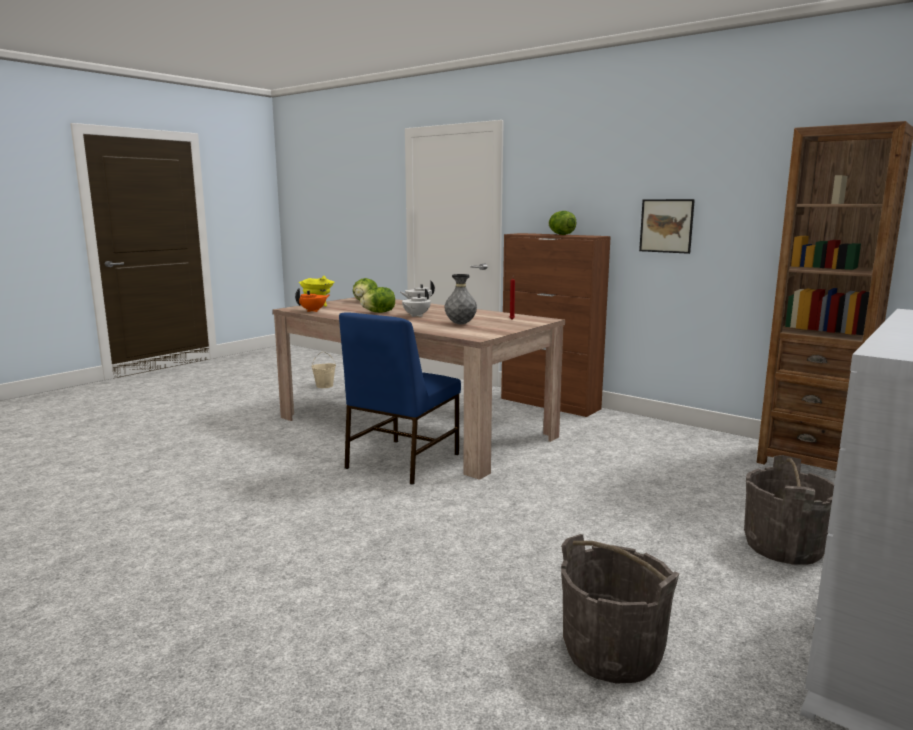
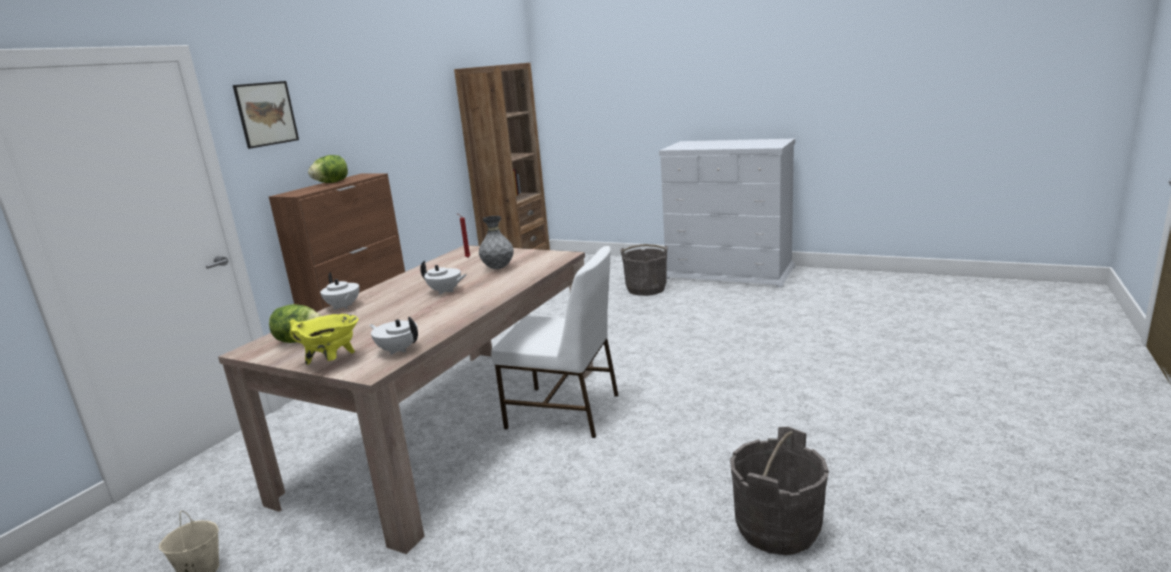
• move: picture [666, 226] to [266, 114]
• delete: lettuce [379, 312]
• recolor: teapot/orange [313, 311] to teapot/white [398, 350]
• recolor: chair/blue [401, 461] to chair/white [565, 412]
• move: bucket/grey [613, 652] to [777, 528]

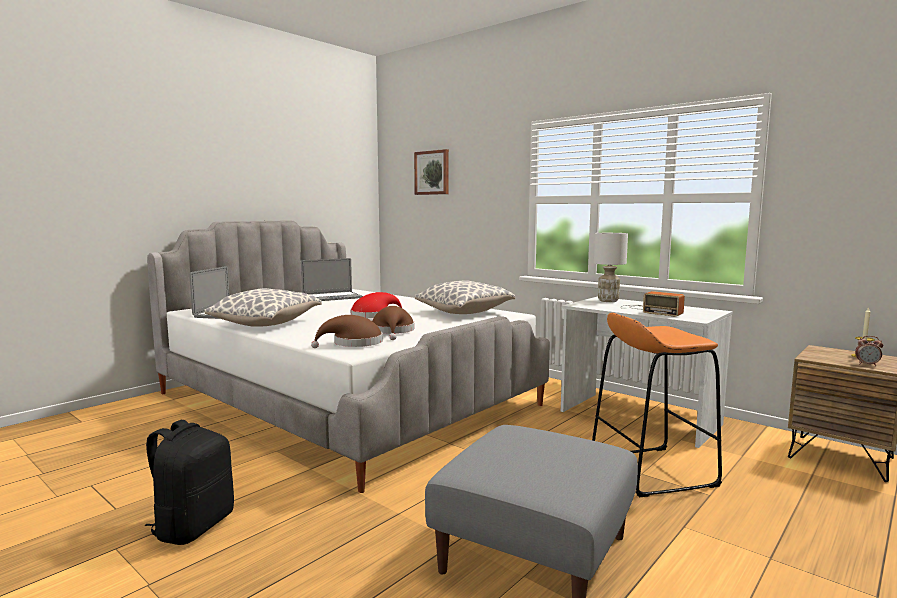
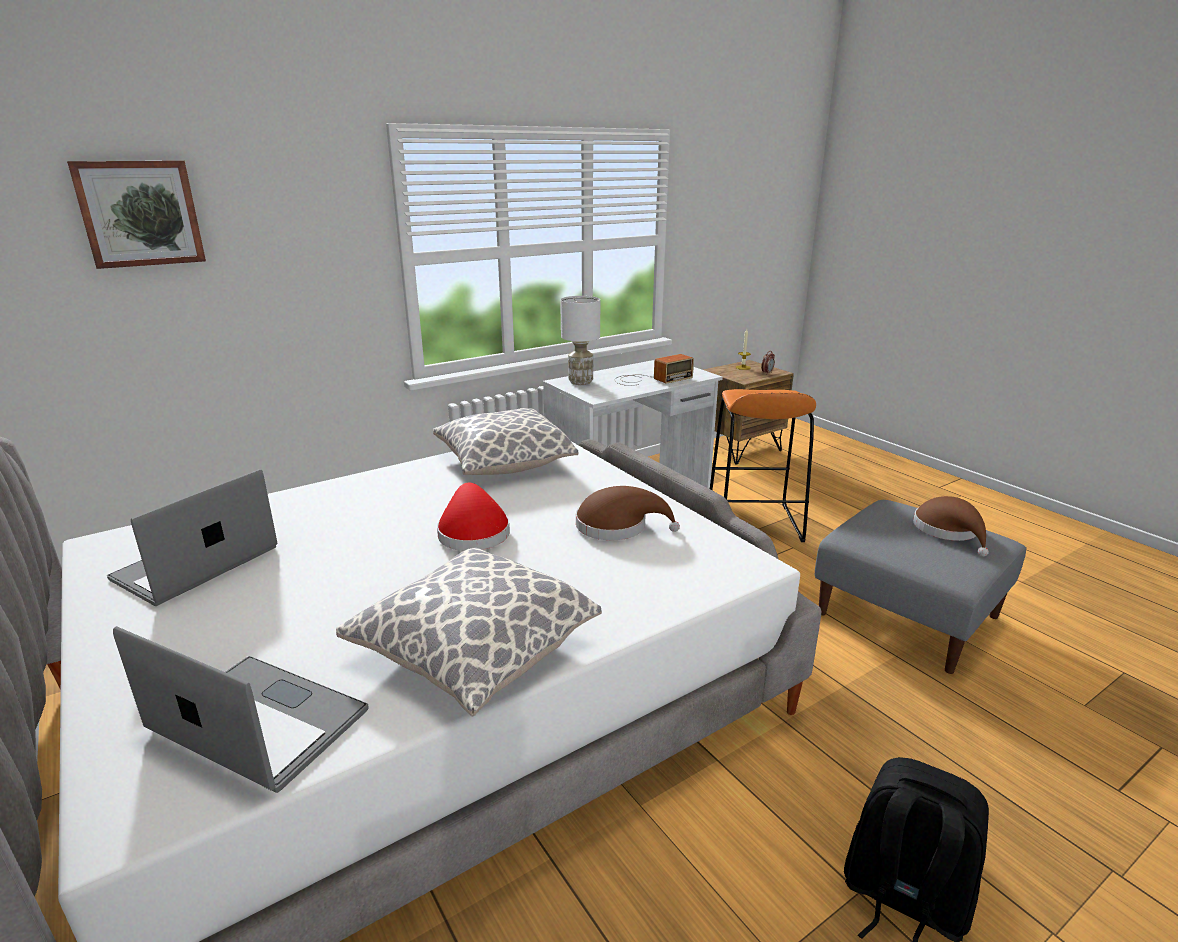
• rotate: laptop [332, 297] = [196, 563] 135 degrees counterclockwise
• move: hat/brown [353, 343] to [948, 531]

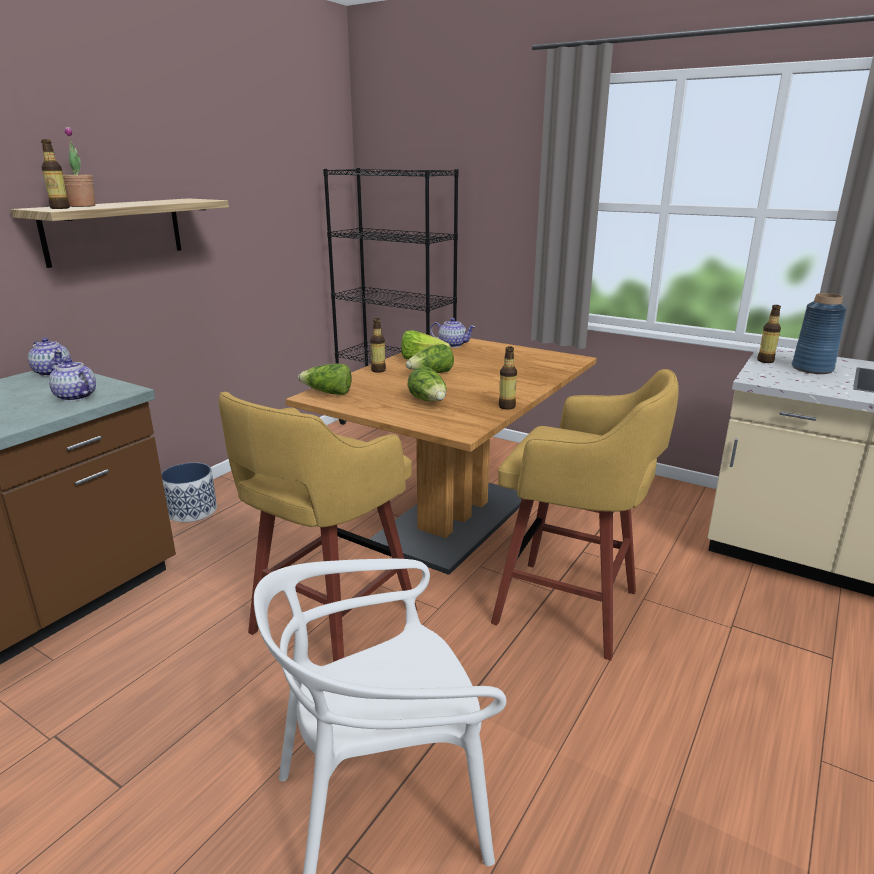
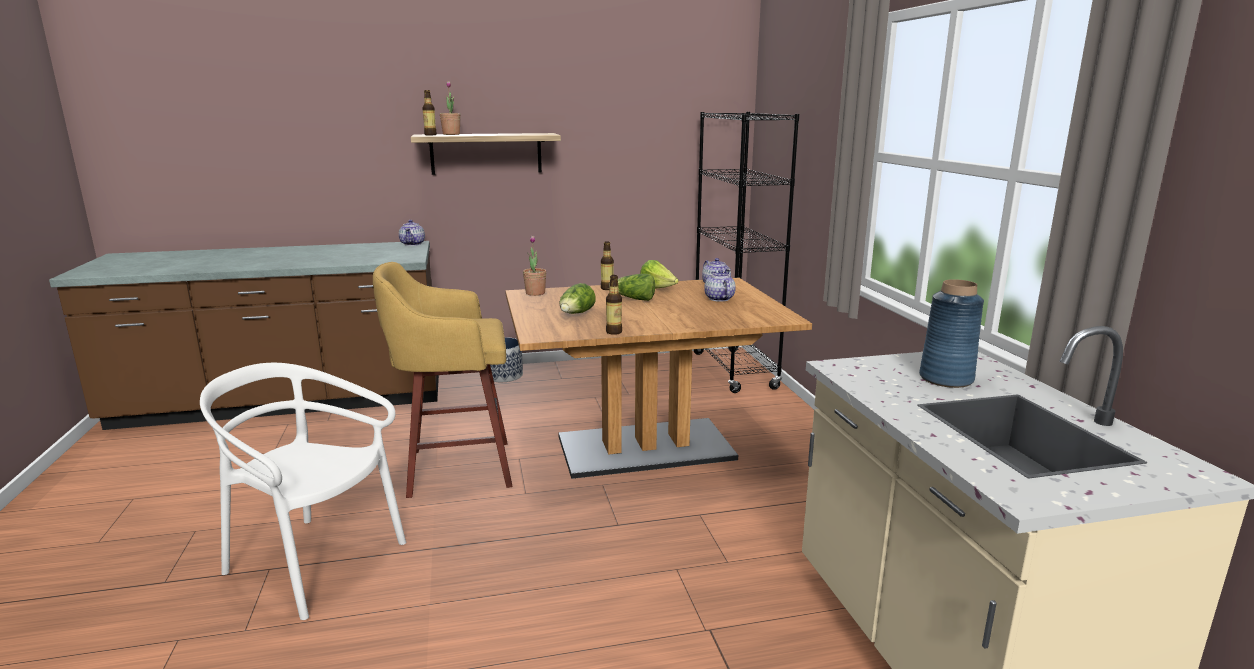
• delete: bottle [765, 361]
• move: teapot [75, 397] to [719, 299]
• replace: lettuce [327, 393] to potted plant [535, 293]
• delete: stool/yellow [571, 608]

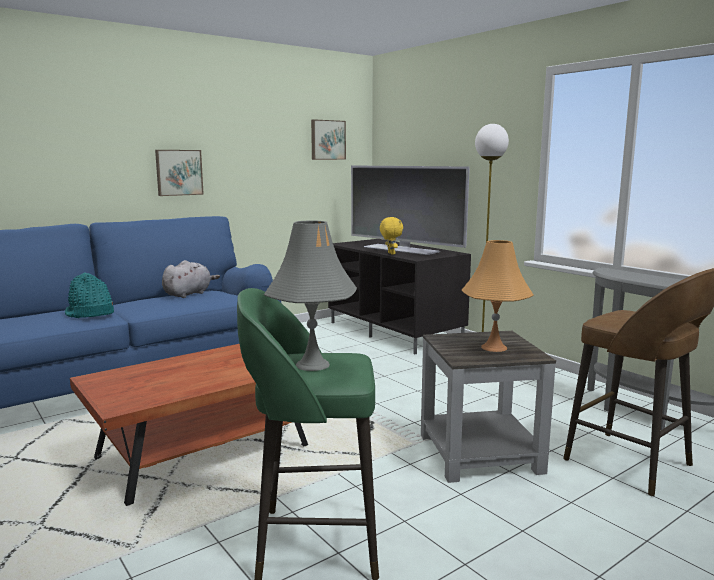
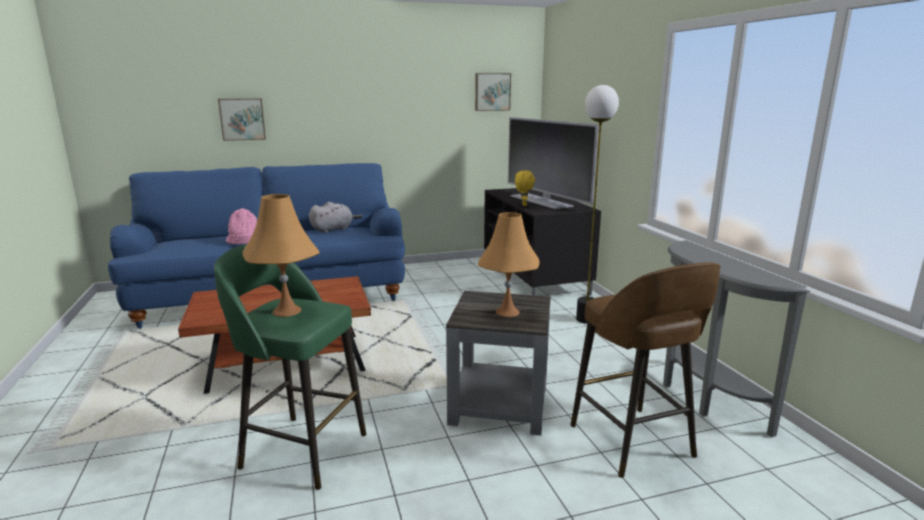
• move: picture [178, 172] to [242, 119]
• recolor: table lamp/grey [313, 364] to table lamp/orange [287, 311]
• recolor: hat/turquoise [90, 314] to hat/pink [244, 241]

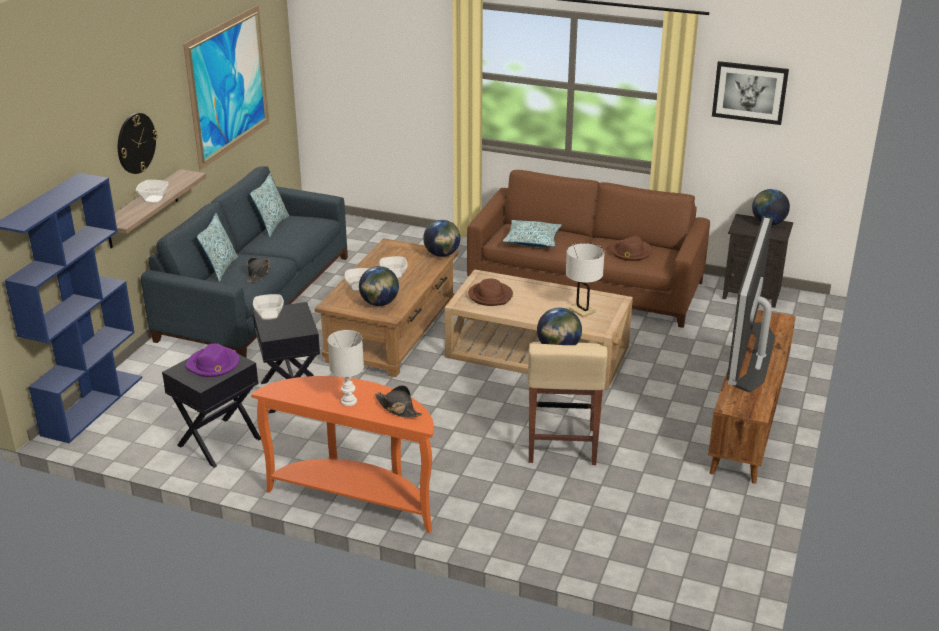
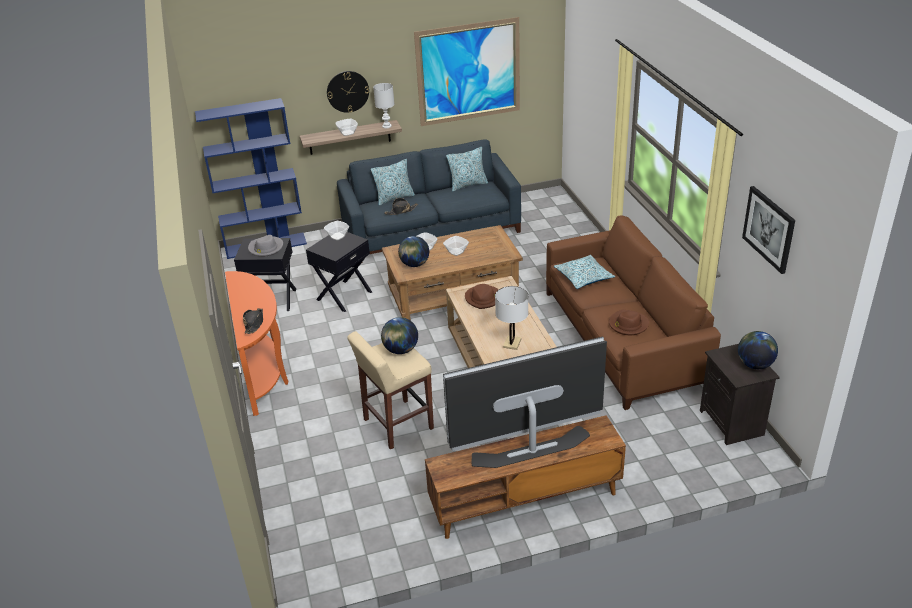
• delete: globe [442, 254]
• move: table lamp/white [348, 401] to [387, 126]
• recolor: hat/purple [213, 364] to hat/grey [265, 248]

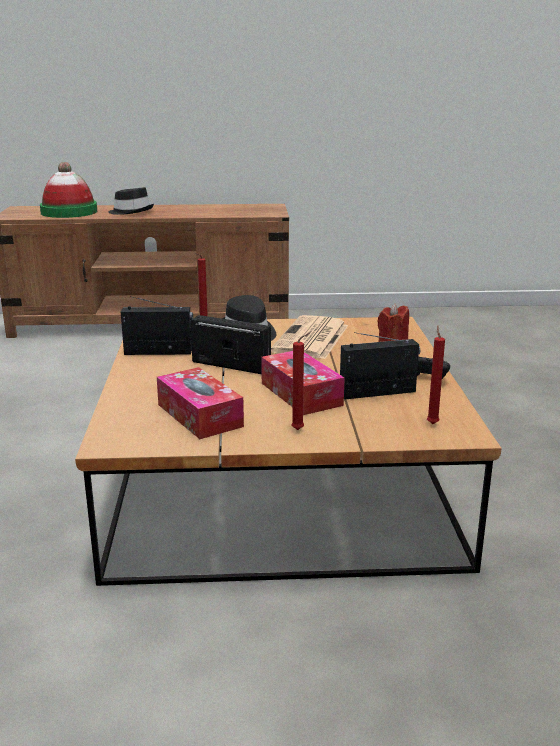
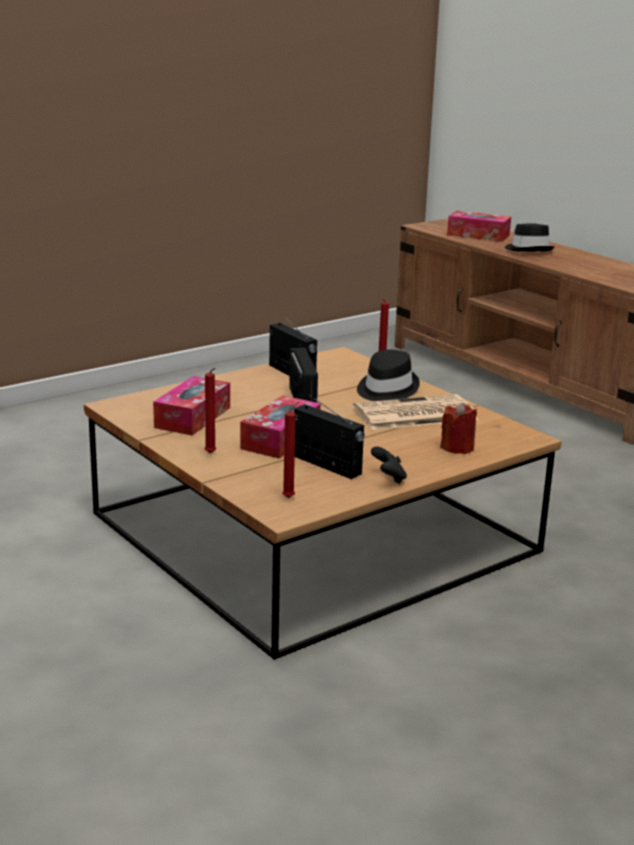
• replace: hat [69, 212] to tissue box [478, 235]

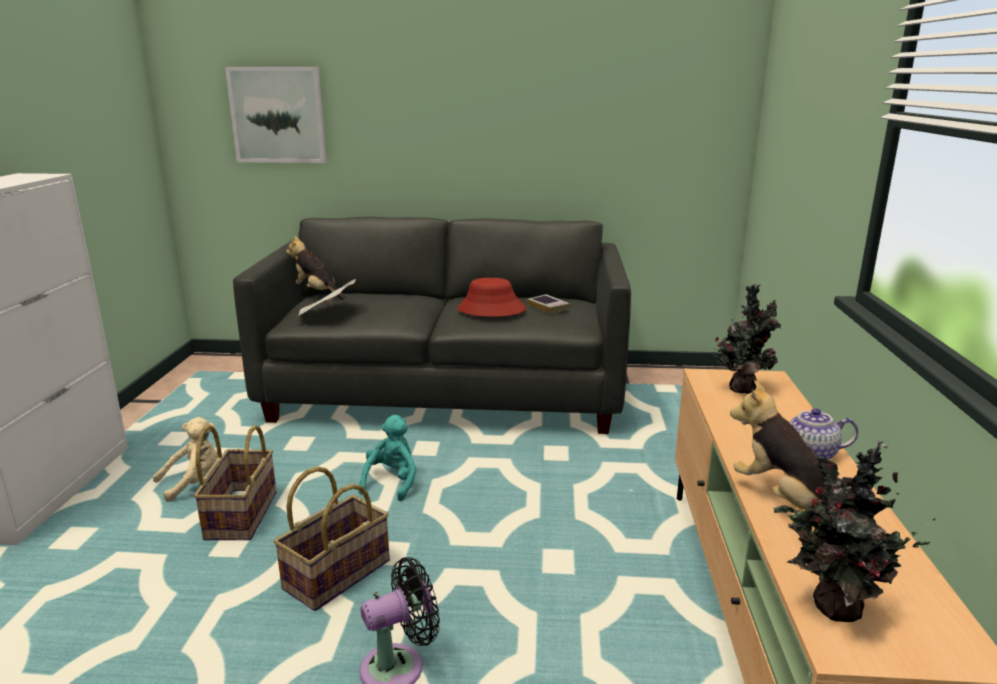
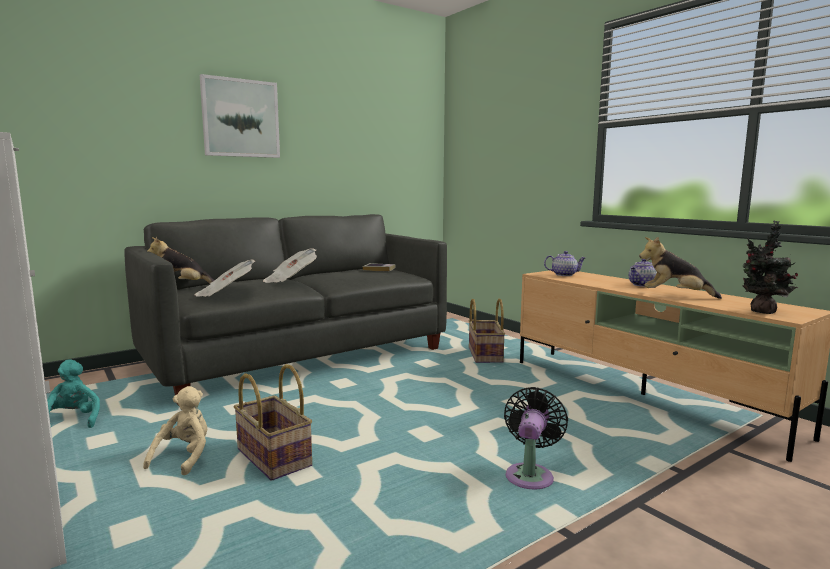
• move: picture [278, 115] to [240, 118]
• delete: hat/red [491, 309]
• replace: potted plant [742, 388] to teapot [564, 275]
• move: plush toy/turquoise [392, 482] to [72, 421]
• move: basket [336, 574] to [484, 355]
• insert: newspaper [290, 280]

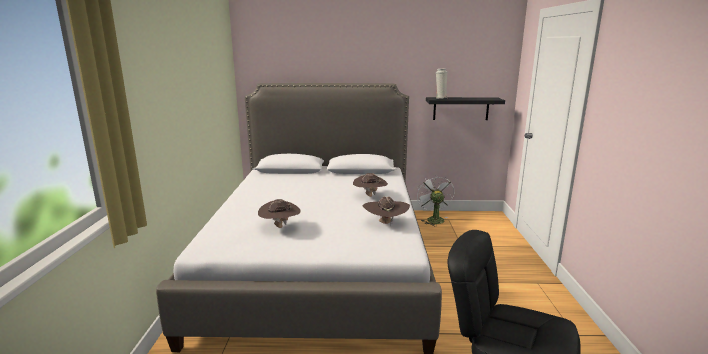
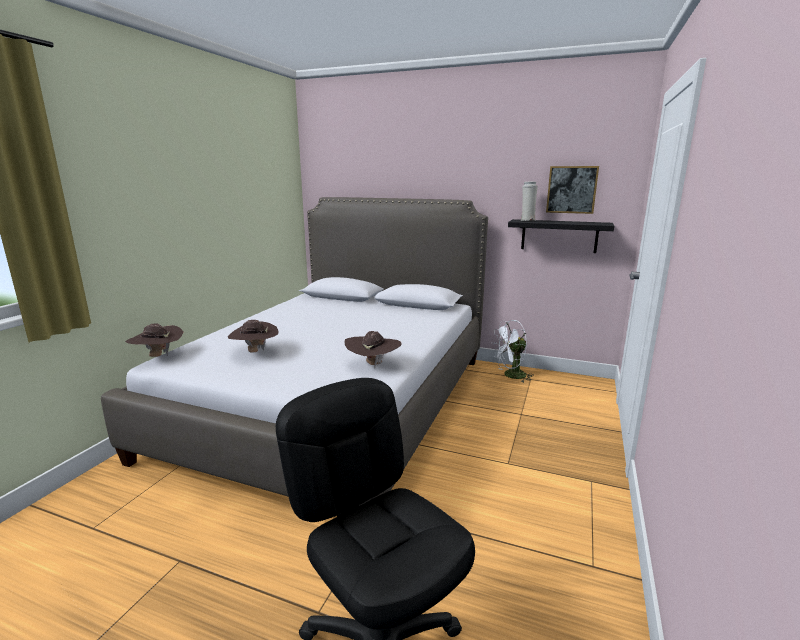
• move: hat/brown [370, 196] to [158, 356]
• rotate: fan/white [433, 219] = [511, 376] 120 degrees counterclockwise
• insert: picture [571, 189]

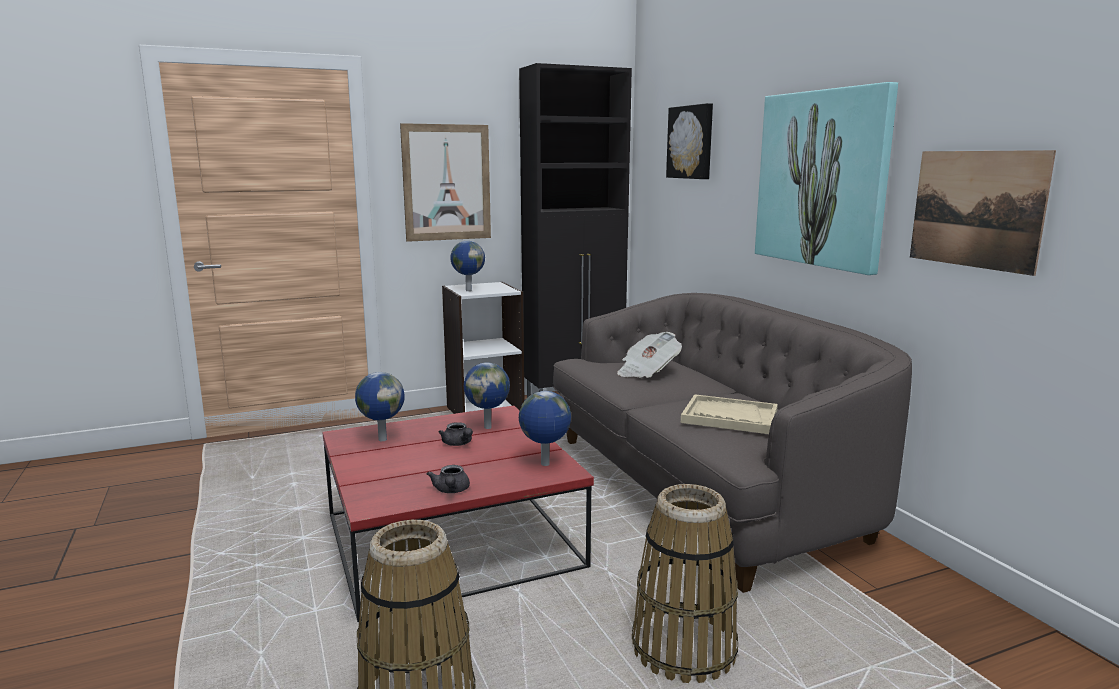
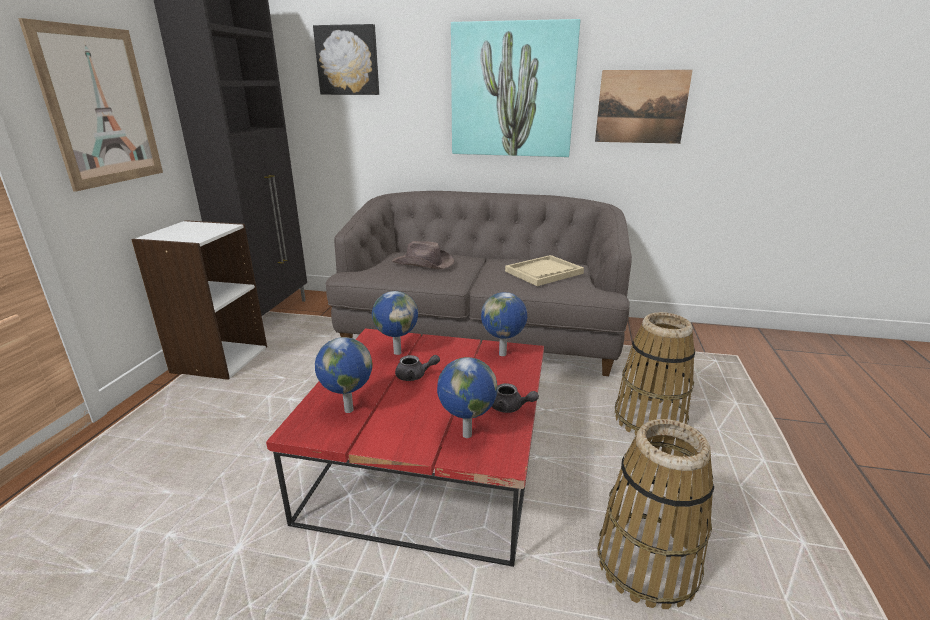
• move: globe [468, 290] to [465, 435]
• replace: newspaper [647, 372] to hat/brown [424, 263]

